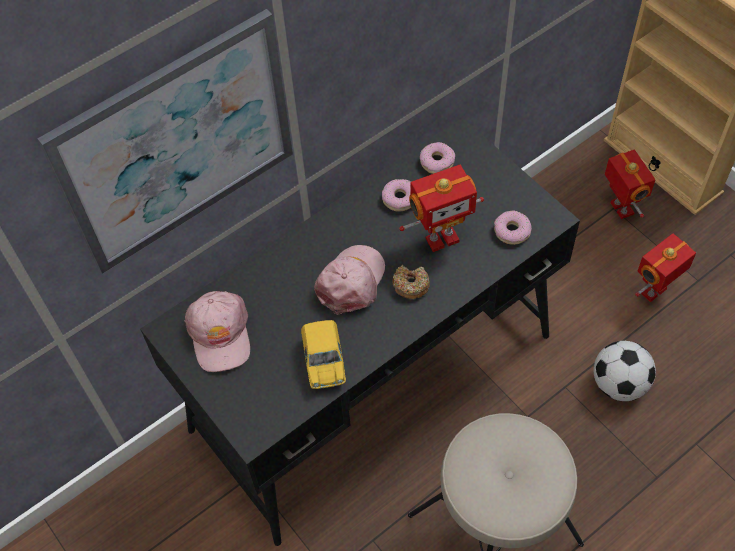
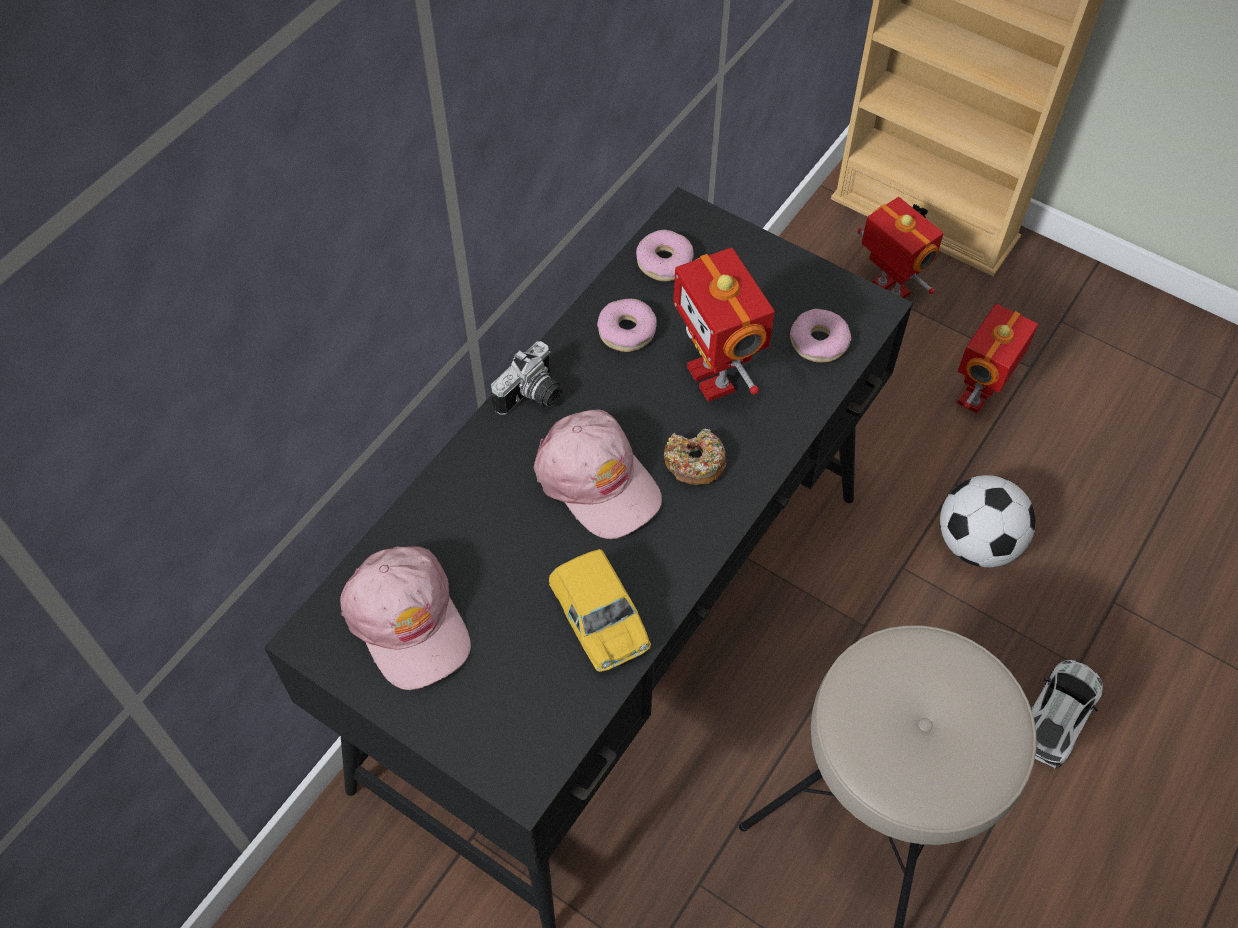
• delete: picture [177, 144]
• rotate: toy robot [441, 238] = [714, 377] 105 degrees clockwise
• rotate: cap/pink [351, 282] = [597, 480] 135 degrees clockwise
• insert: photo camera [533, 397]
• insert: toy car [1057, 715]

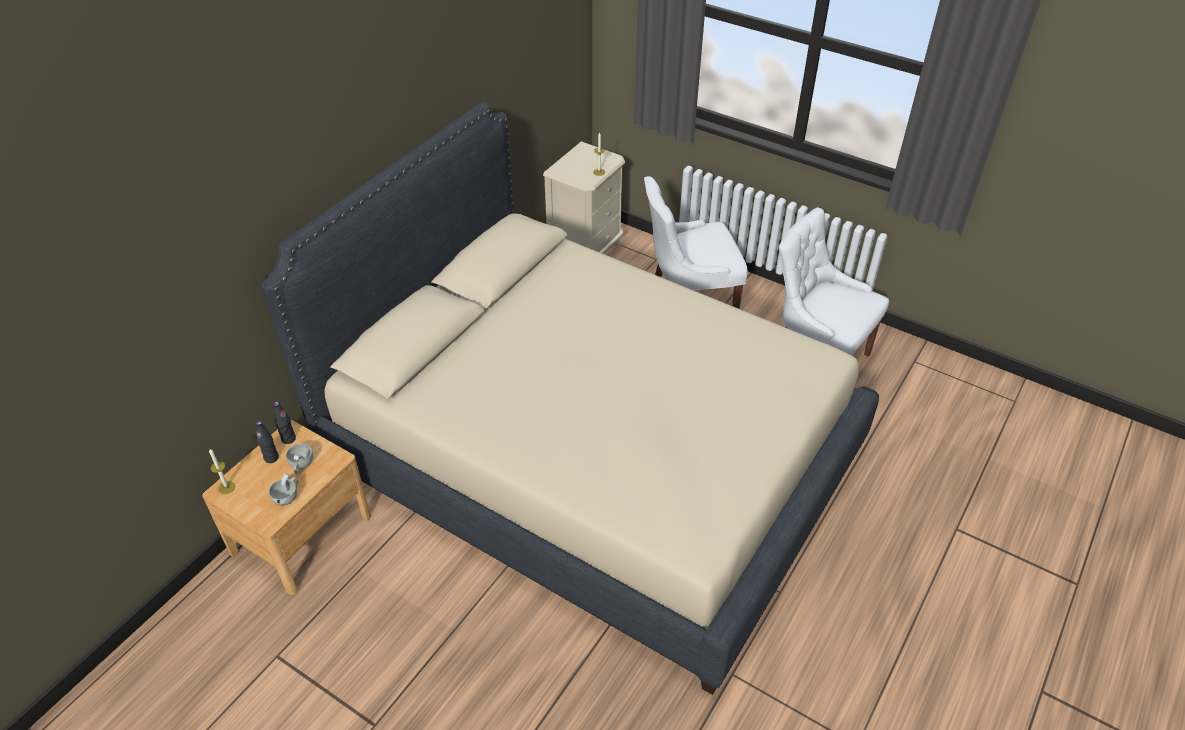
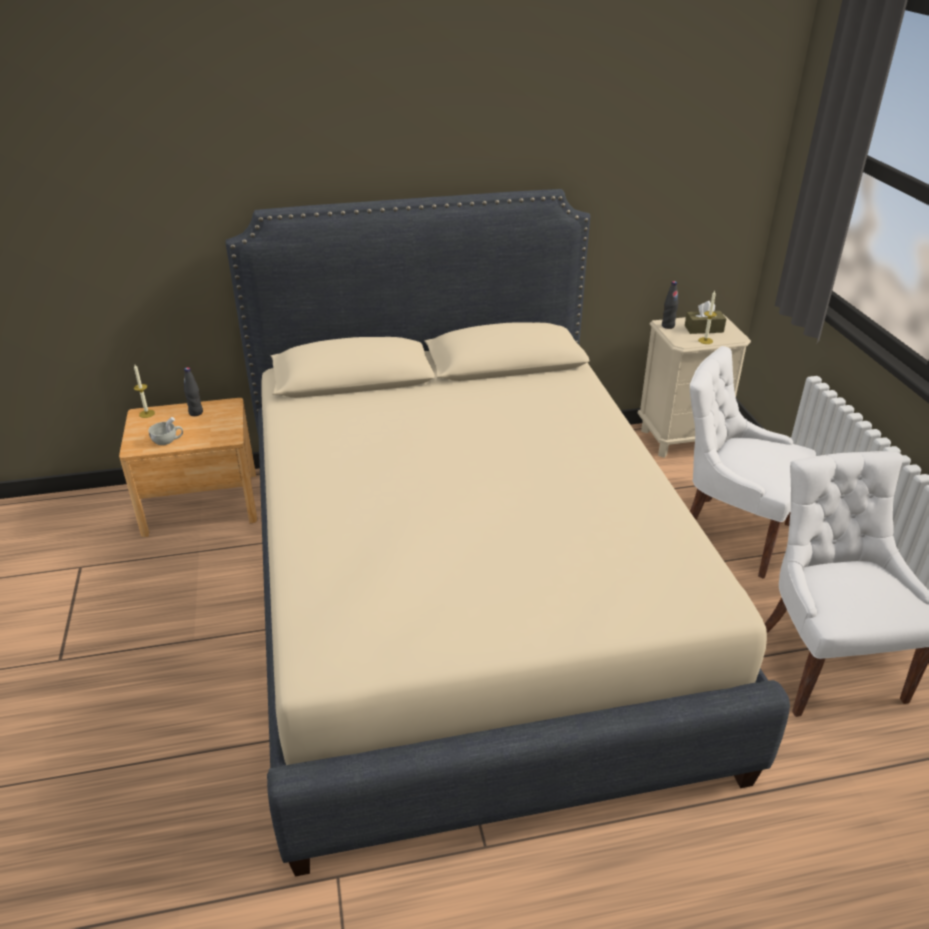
• move: bottle/black [288, 439] to [668, 326]
• delete: cup/white [301, 465]
• insert: tissue box/brown [704, 329]

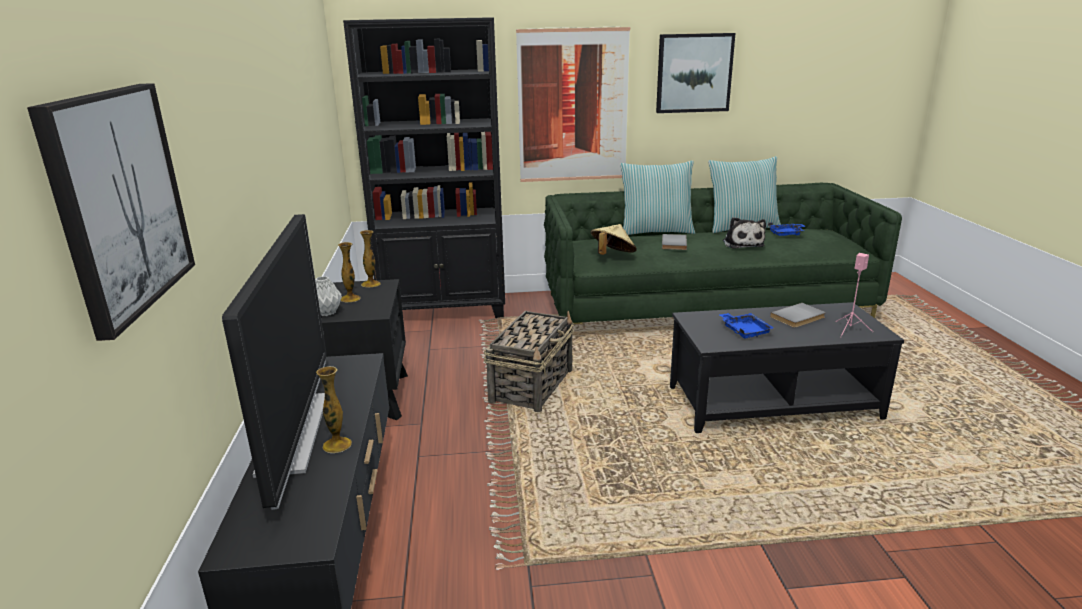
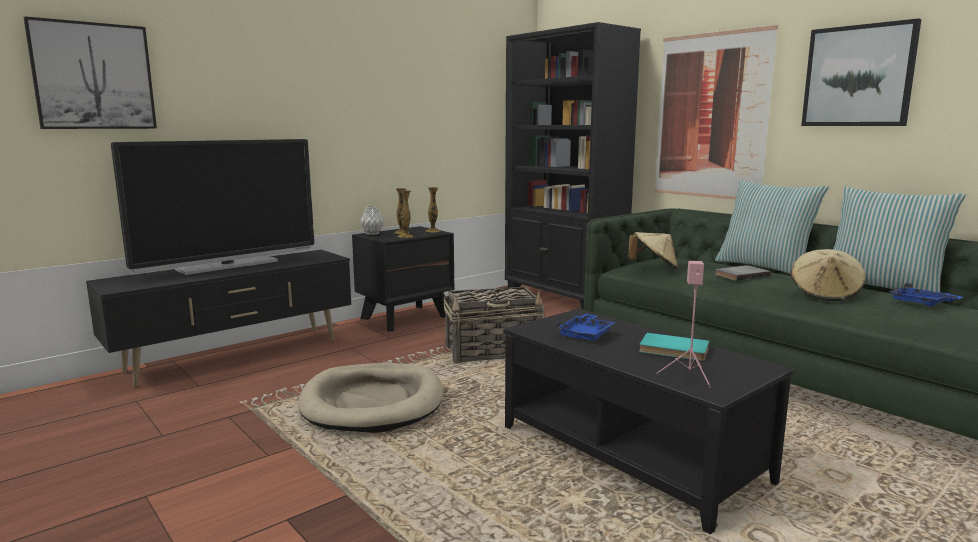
• replace: plush toy [742, 243] to hat/beige [825, 294]
• recolor: book/grey [799, 318] to book/turquoise [673, 350]
• move: vase [337, 445] to [405, 236]
• insert: dog bed/beige [373, 403]

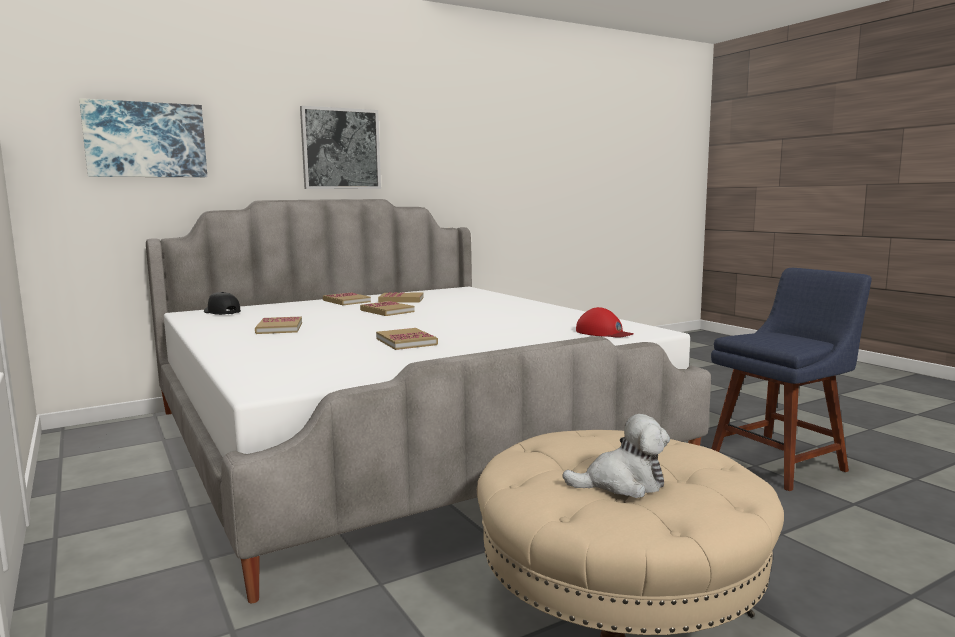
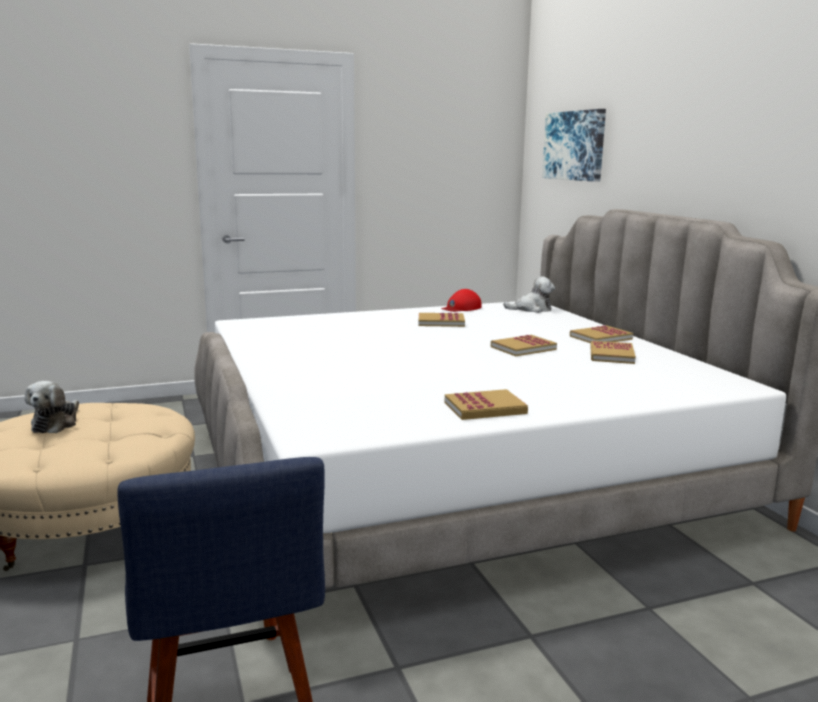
• delete: picture [340, 149]
• replace: cap/black [221, 312] to plush toy [531, 309]
• move: cap/red [603, 333] to [461, 308]
• move: book [406, 341] to [485, 408]

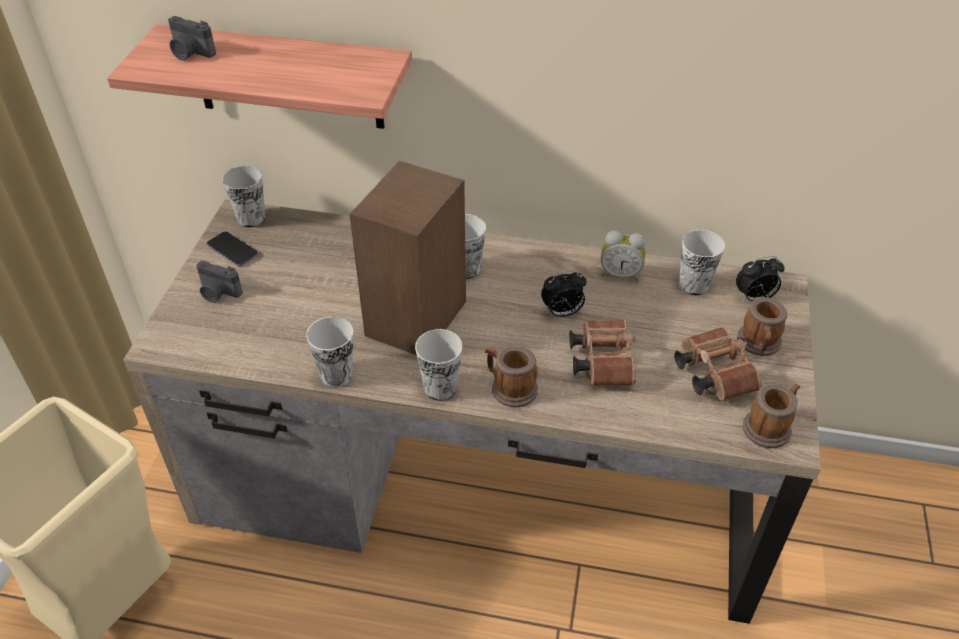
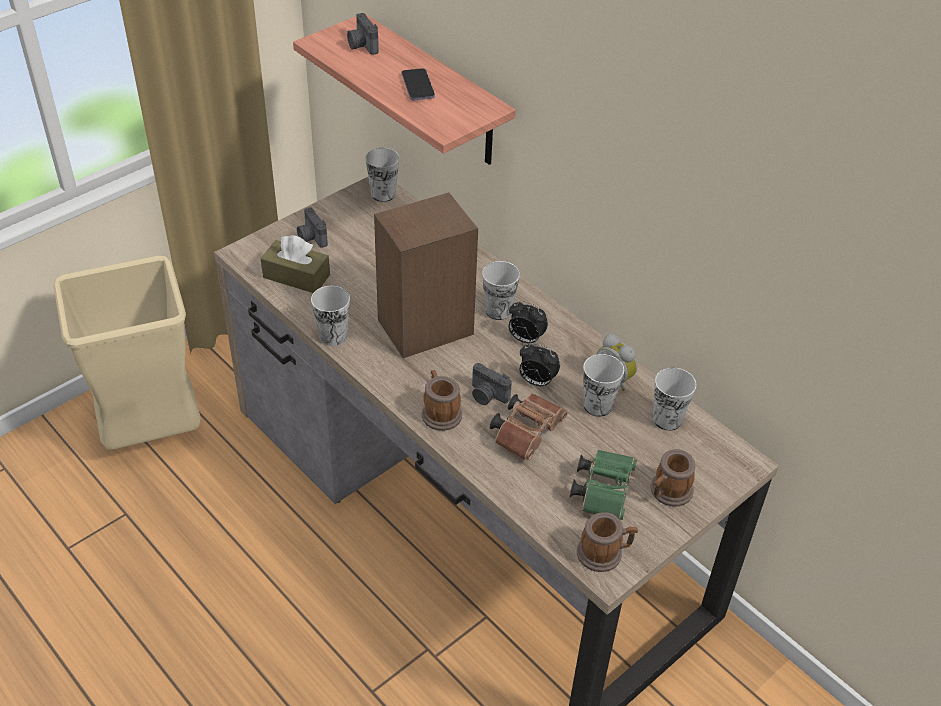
• move: phone [232, 250] to [417, 86]
• move: alarm clock [754, 298] to [525, 339]
• recolor: binoculars/brown [712, 373] to binoculars/green [603, 490]
• move: cup [440, 388] to [597, 405]
• insert: tissue box/brown [296, 276]
• insert: photo camera [487, 396]

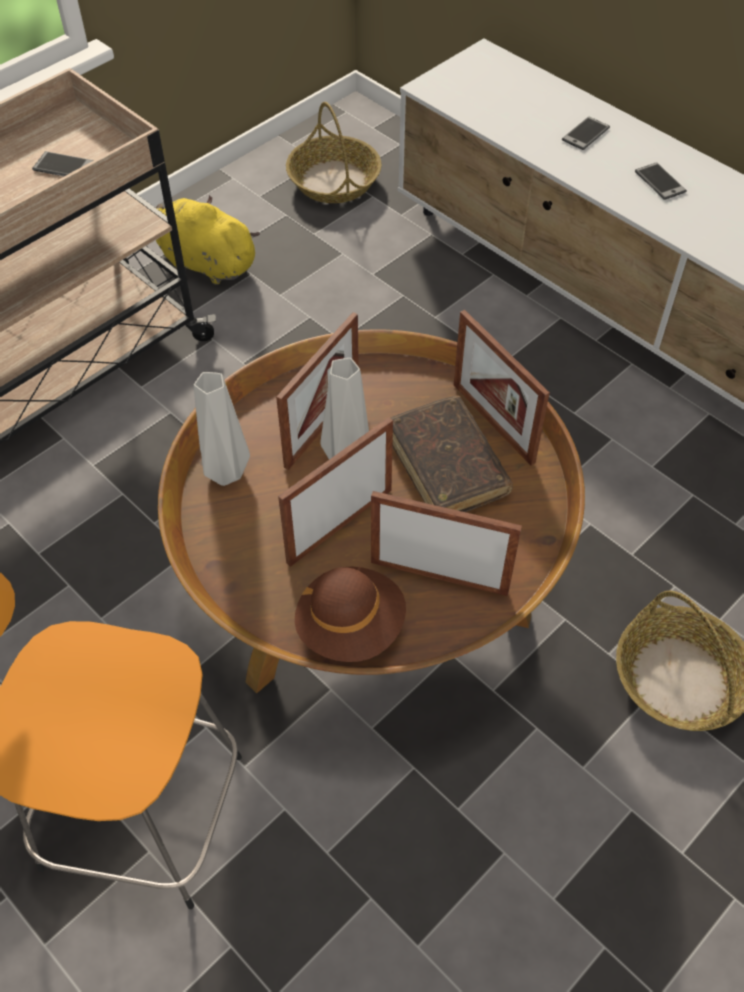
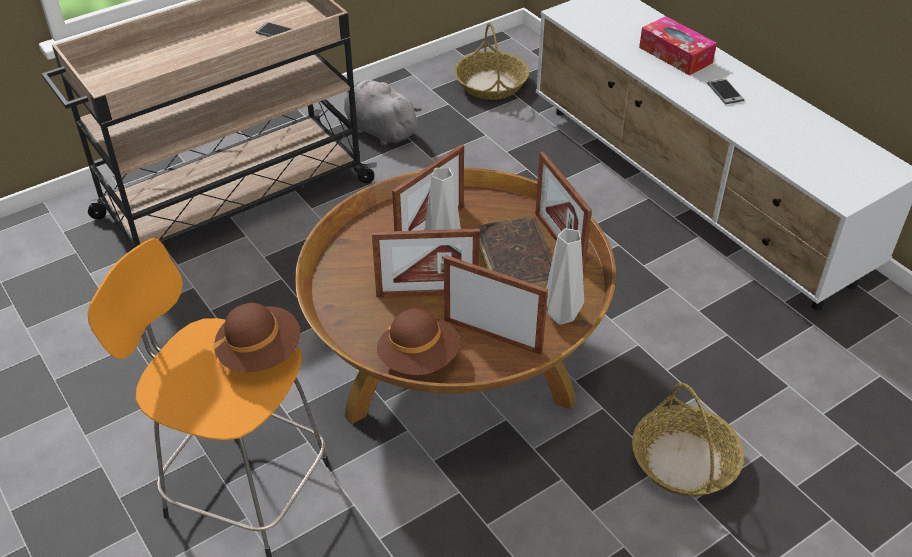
• replace: phone [585, 134] to tissue box [675, 55]
• recolor: plush toy/yellow [205, 262] to plush toy/grey [379, 130]
• move: vase/grey [227, 474] to [562, 317]
• rotate: picture frame [340, 525] = [427, 294] 150 degrees counterclockwise
• insert: hat/brown [260, 353]

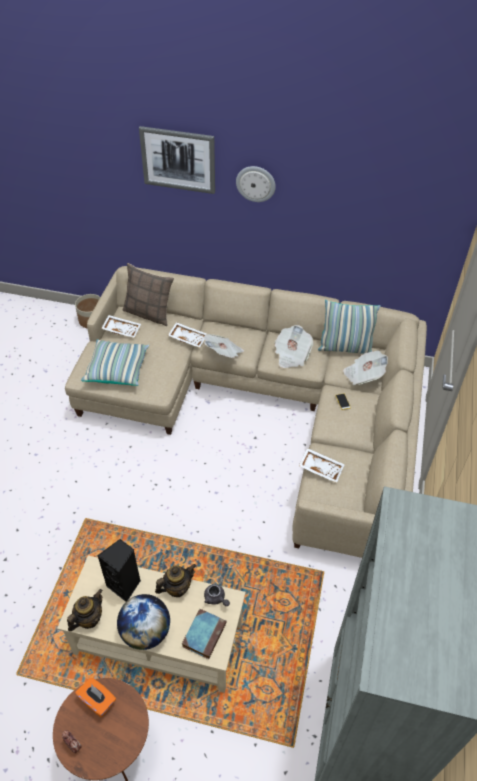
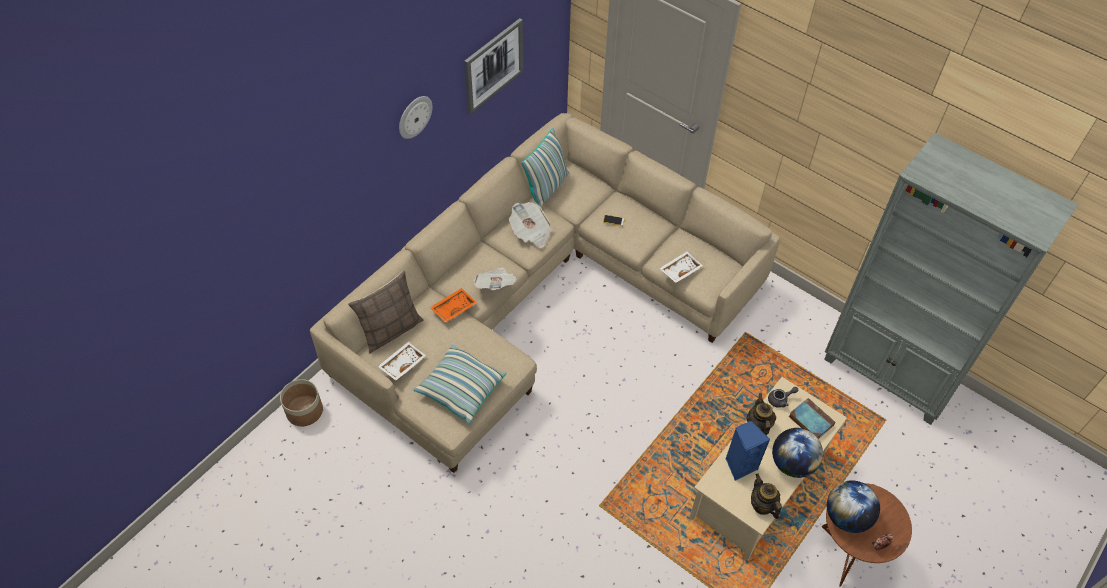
• move: picture [178, 160] to [493, 65]
• recolor: tray/white [188, 338] to tray/orange [453, 308]
• delete: newspaper [363, 375]
• recolor: speaker/black [125, 585] to speaker/blue [740, 465]
• replace: tissue box/orange [98, 701] to globe [846, 517]

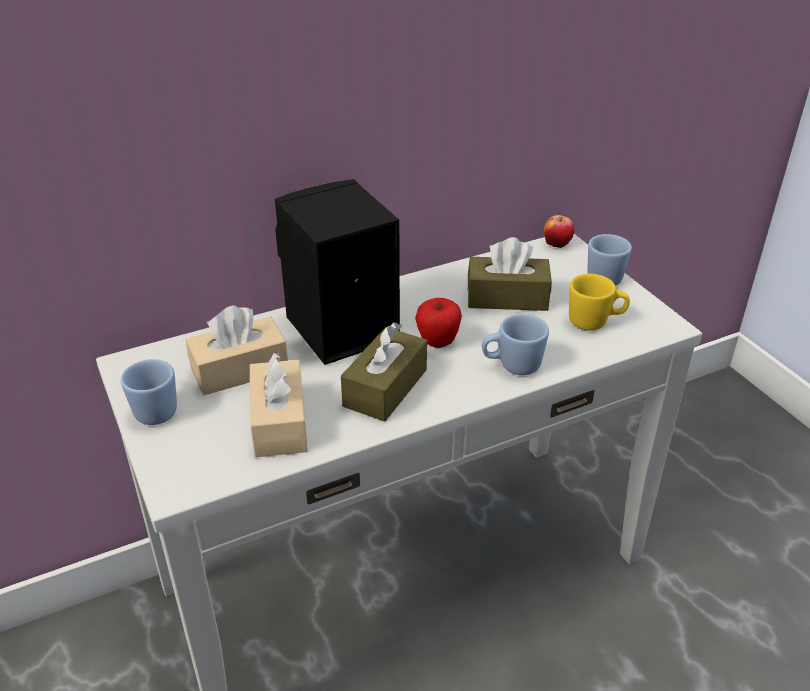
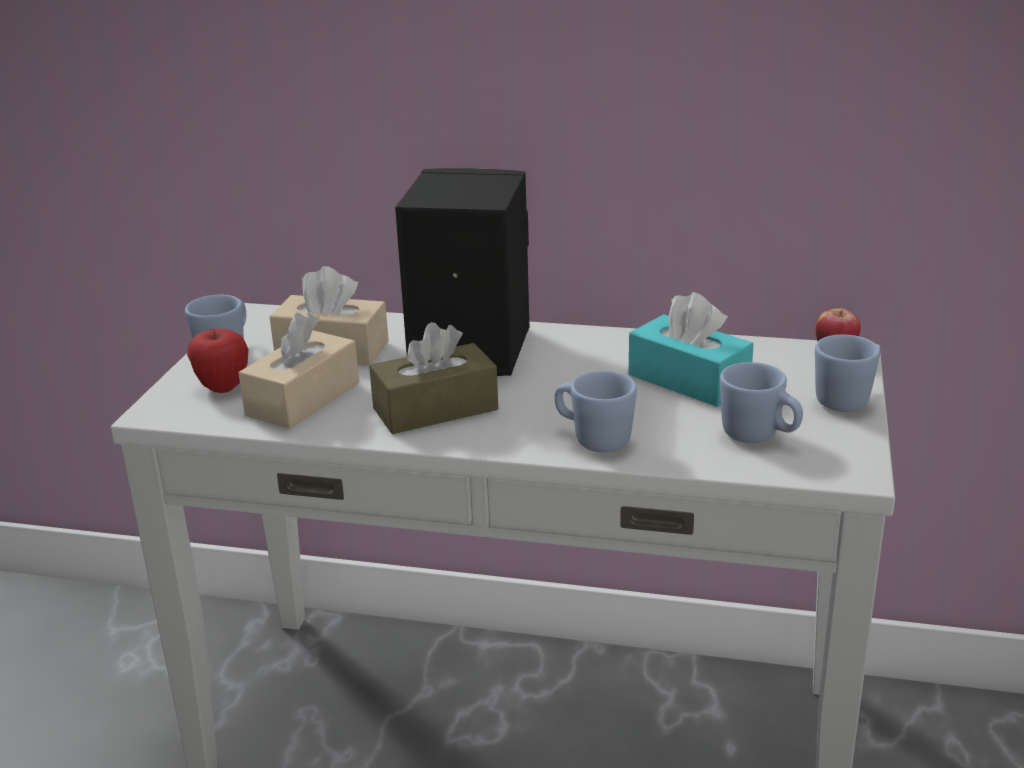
• recolor: tissue box/brown [507, 298] to tissue box/turquoise [688, 380]
• recolor: mug/yellow [595, 322] to mug/blue [759, 437]
• move: apple [437, 342] to [223, 387]

